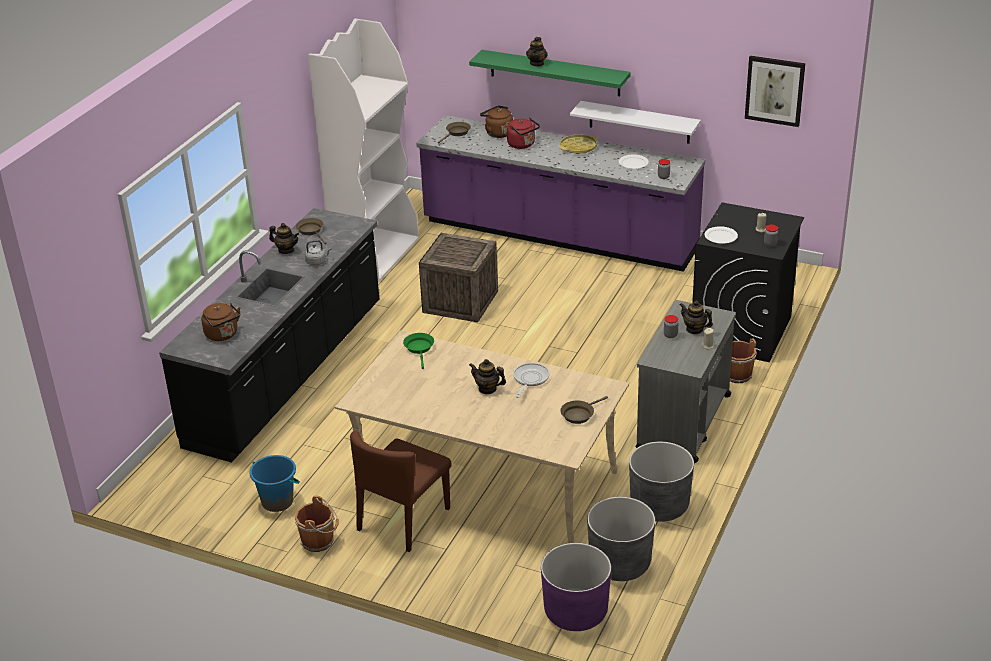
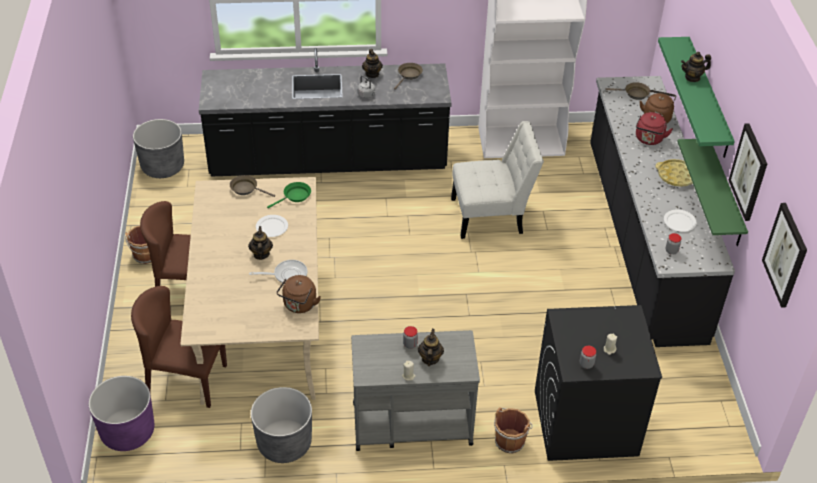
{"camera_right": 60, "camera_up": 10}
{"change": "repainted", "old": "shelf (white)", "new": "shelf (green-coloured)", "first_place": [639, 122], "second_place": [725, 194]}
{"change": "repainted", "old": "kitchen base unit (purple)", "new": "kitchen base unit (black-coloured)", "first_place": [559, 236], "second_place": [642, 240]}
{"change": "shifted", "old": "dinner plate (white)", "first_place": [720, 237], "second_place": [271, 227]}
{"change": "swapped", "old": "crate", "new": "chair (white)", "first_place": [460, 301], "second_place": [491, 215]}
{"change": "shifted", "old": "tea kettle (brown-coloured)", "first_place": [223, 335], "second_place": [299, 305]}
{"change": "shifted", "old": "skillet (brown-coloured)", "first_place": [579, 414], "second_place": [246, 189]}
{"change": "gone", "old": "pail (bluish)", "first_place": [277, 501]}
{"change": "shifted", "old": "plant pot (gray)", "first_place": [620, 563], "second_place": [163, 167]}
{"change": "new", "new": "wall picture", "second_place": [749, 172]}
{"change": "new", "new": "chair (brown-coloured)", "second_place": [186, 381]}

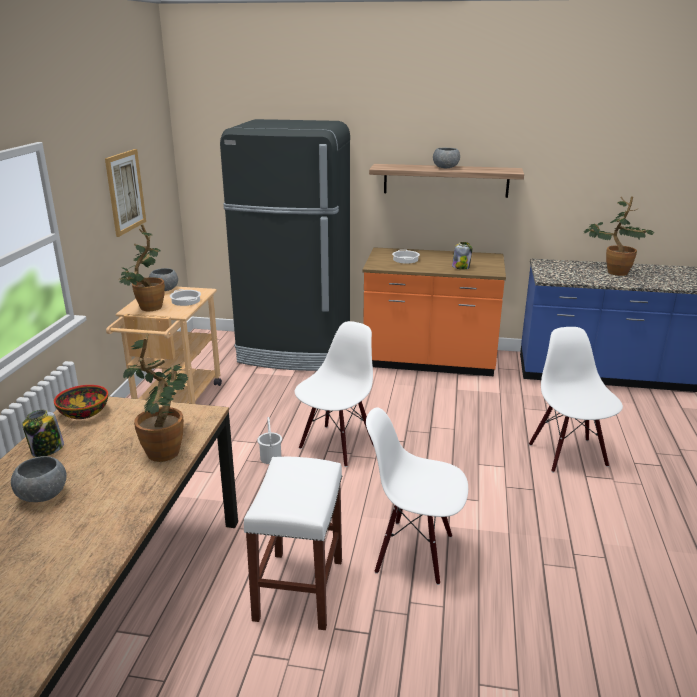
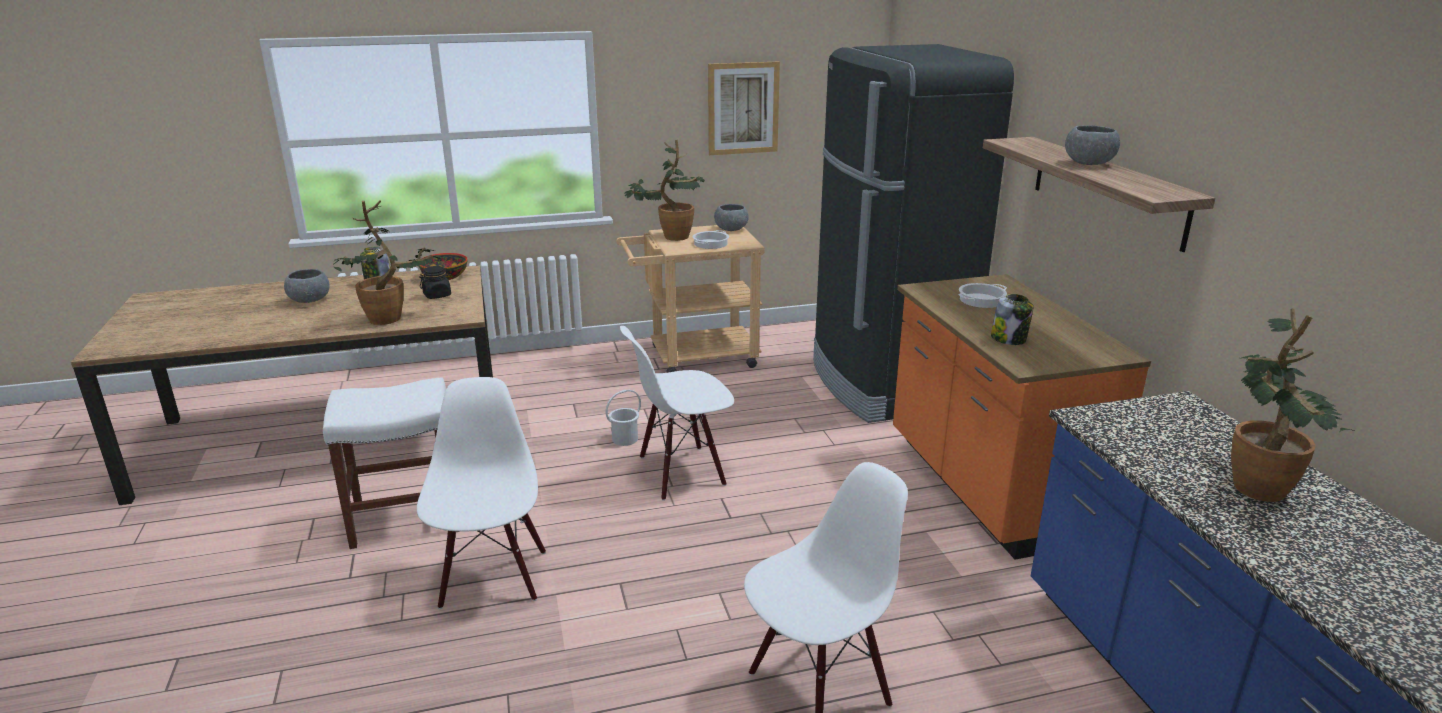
{"camera_right": 65, "camera_up": 0}
{"change": "rotated", "old": "chair (white)", "first_place": [336, 446], "second_place": [681, 472], "degrees": 150}
{"change": "new", "new": "storage jar (black-coloured)", "second_place": [437, 295]}

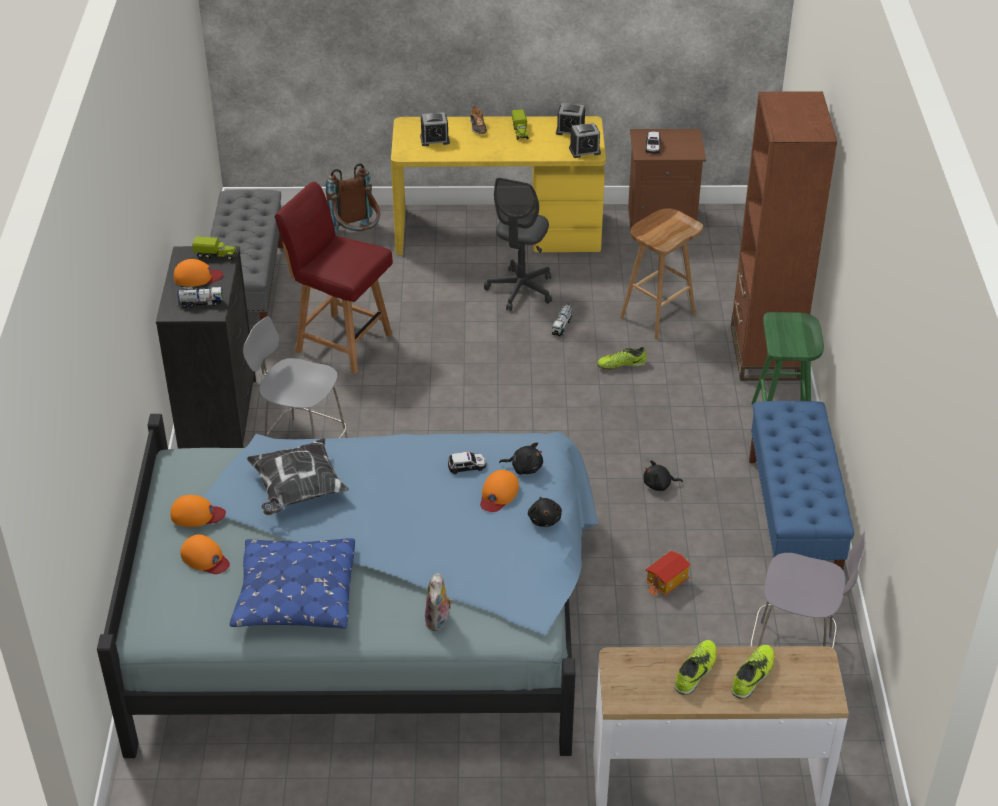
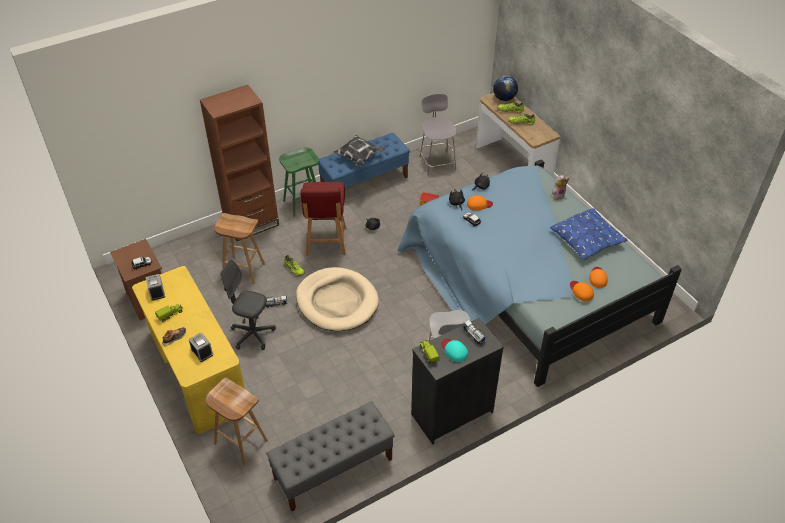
{"camera_right": -120, "camera_up": 5}
{"change": "gone", "old": "alarm clock", "first_place": [584, 151]}
{"change": "swapped", "old": "backpack (brown-coloured)", "new": "sitting stool (brown-coloured)", "first_place": [357, 236], "second_place": [240, 442]}
{"change": "rotated", "old": "office chair (gray)", "first_place": [520, 290], "second_place": [252, 334], "degrees": -150}
{"change": "shifted", "old": "chair (red)", "first_place": [342, 342], "second_place": [326, 242]}
{"change": "repainted", "old": "peaked cap (orange)", "new": "peaked cap (blue-green)", "first_place": [197, 277], "second_place": [454, 350]}
{"change": "shifted", "old": "throw pillow", "first_place": [297, 490], "second_place": [359, 157]}
{"change": "new", "new": "desk globe", "second_place": [504, 98]}
{"change": "new", "new": "pet bed (sand-coloured)", "second_place": [337, 302]}

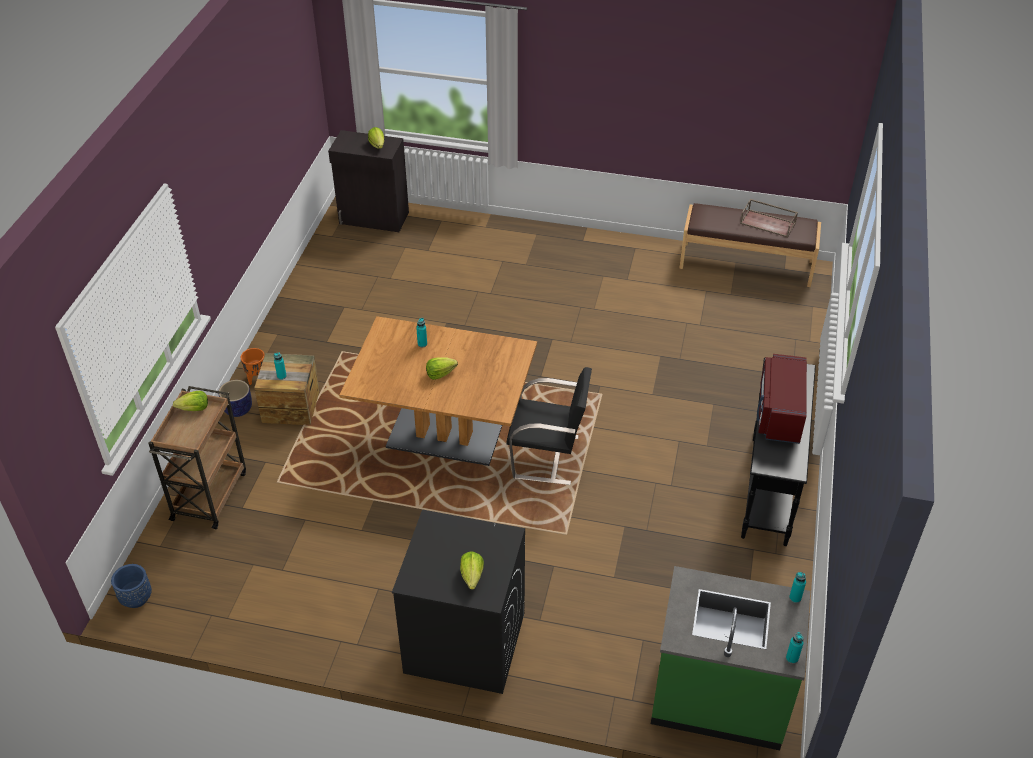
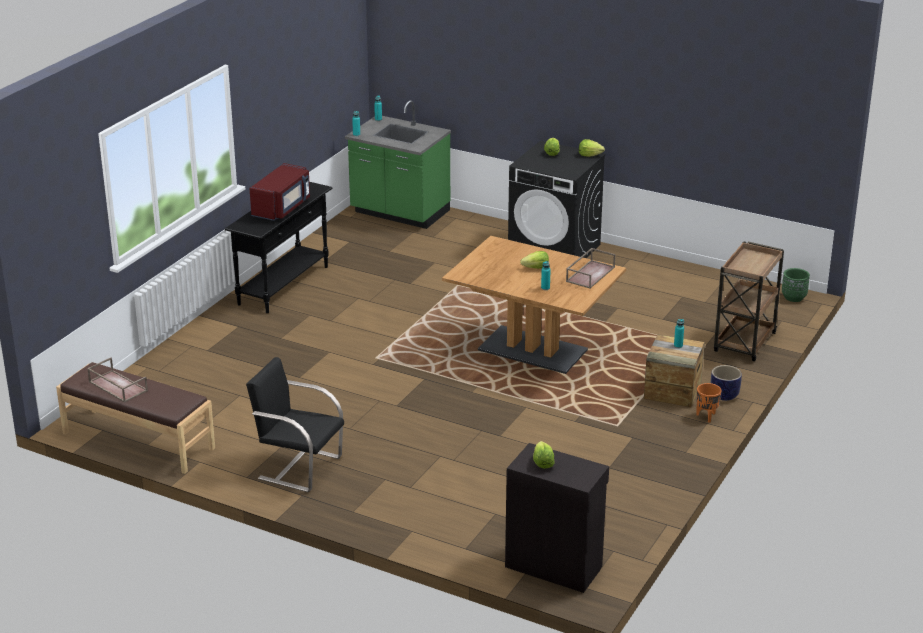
{"camera_right": -165, "camera_up": -15}
{"change": "shifted", "old": "chair (black-coloured)", "first_place": [547, 457], "second_place": [299, 467]}
{"change": "shifted", "old": "lettuce head", "first_place": [194, 409], "second_place": [589, 155]}
{"change": "repainted", "old": "plant pot (bluish)", "new": "plant pot (green-coloured)", "first_place": [136, 598], "second_place": [794, 297]}
{"change": "new", "new": "carrying tray (brown-coloured)", "second_place": [590, 274]}

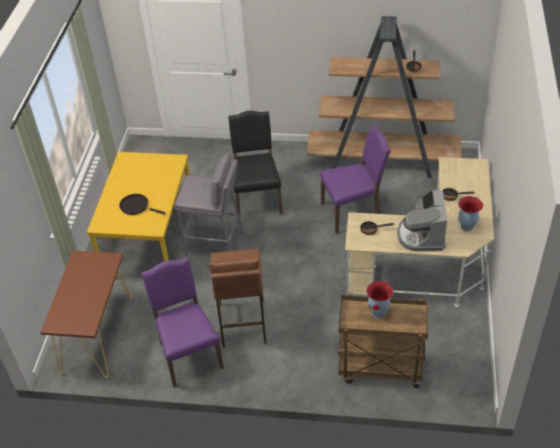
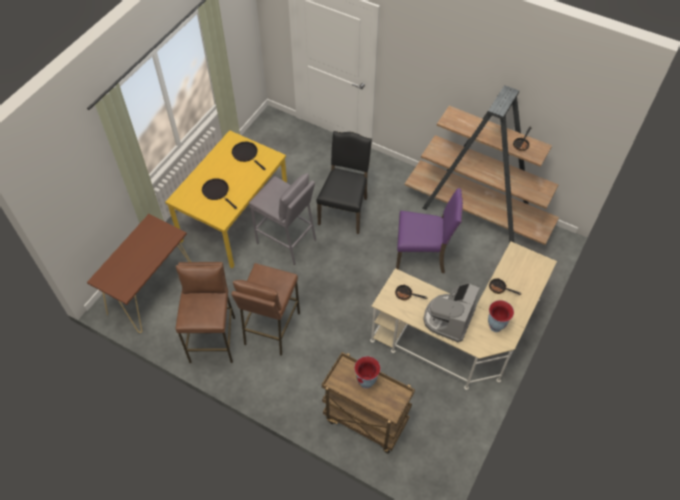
{"camera_right": 20, "camera_up": 10}
{"change": "swapped", "old": "chair (purple)", "new": "sitting stool (brown-coloured)", "first_place": [189, 354], "second_place": [213, 339]}
{"change": "new", "new": "skillet (black-coloured)", "second_place": [246, 154]}

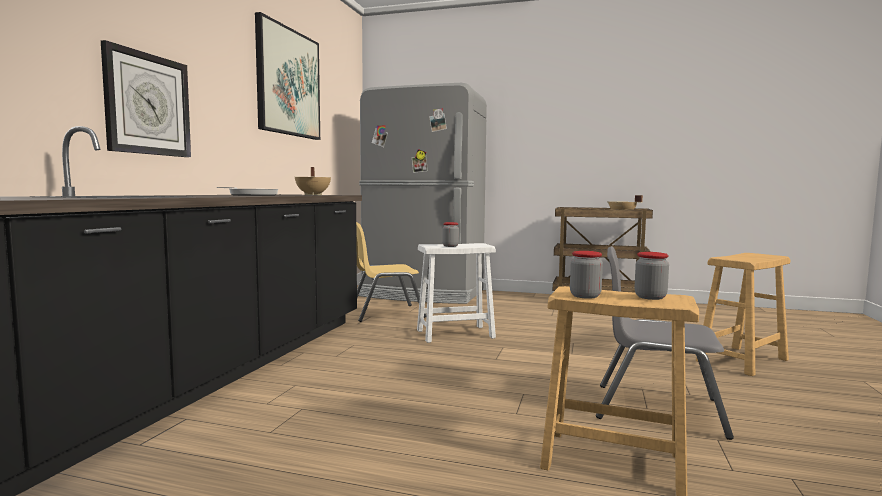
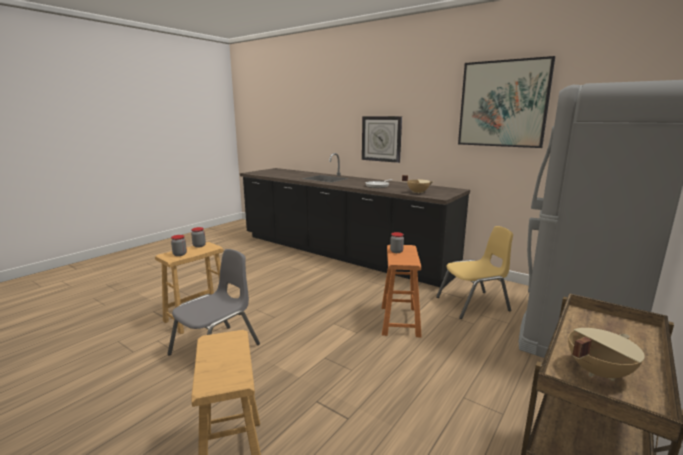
{"camera_right": 110, "camera_up": 10}
{"change": "rotated", "old": "chair (yellow)", "first_place": [386, 313], "second_place": [473, 304], "degrees": 75}
{"change": "repainted", "old": "sitting stool (white)", "new": "sitting stool (orange)", "first_place": [455, 334], "second_place": [400, 321]}

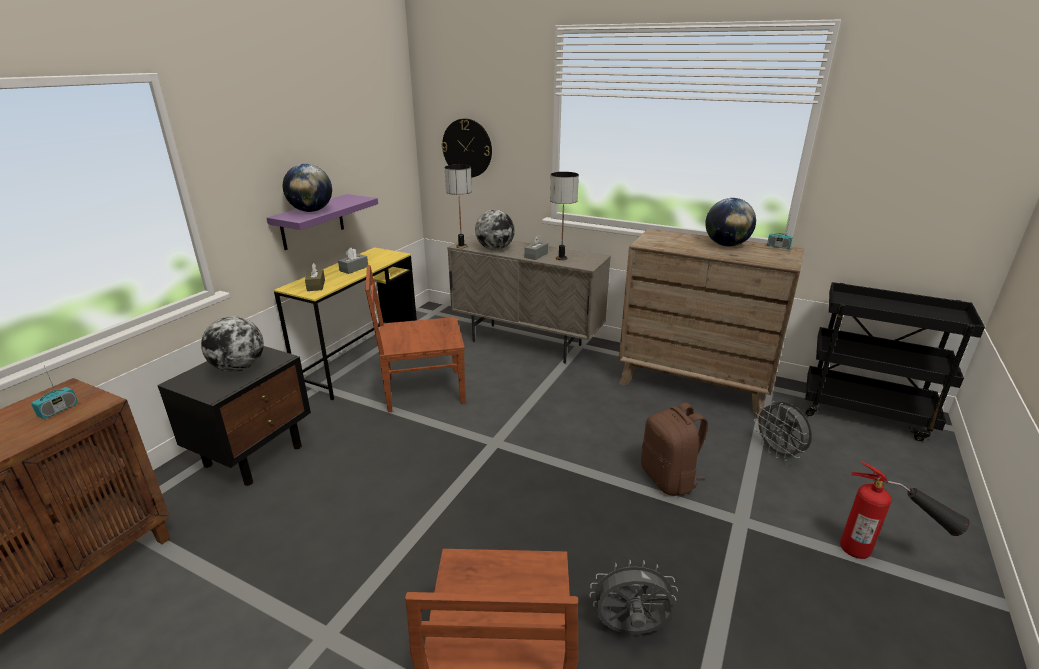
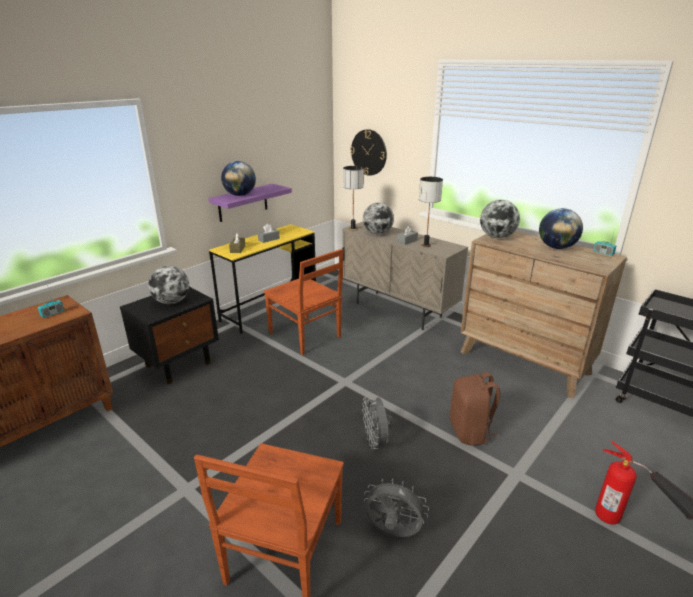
{"camera_right": 15, "camera_up": 0}
{"change": "rotated", "old": "chair (brown-coloured)", "first_place": [422, 390], "second_place": [305, 335], "degrees": -135}
{"change": "shifted", "old": "electric fan (gray)", "first_place": [778, 453], "second_place": [376, 441]}
{"change": "new", "new": "desk globe", "second_place": [497, 237]}

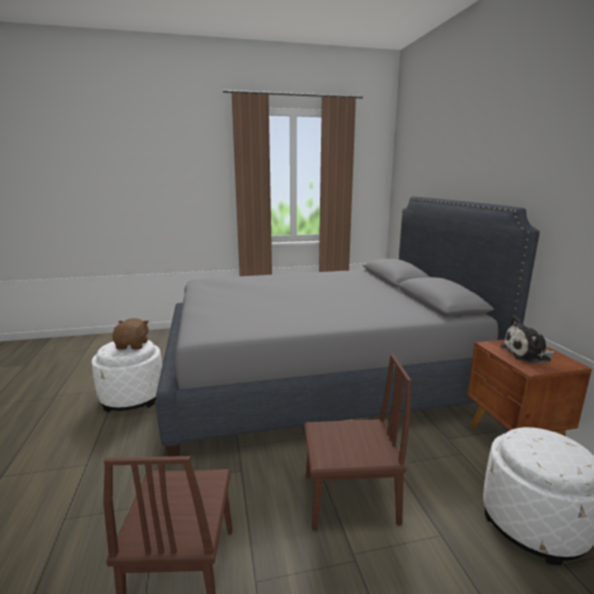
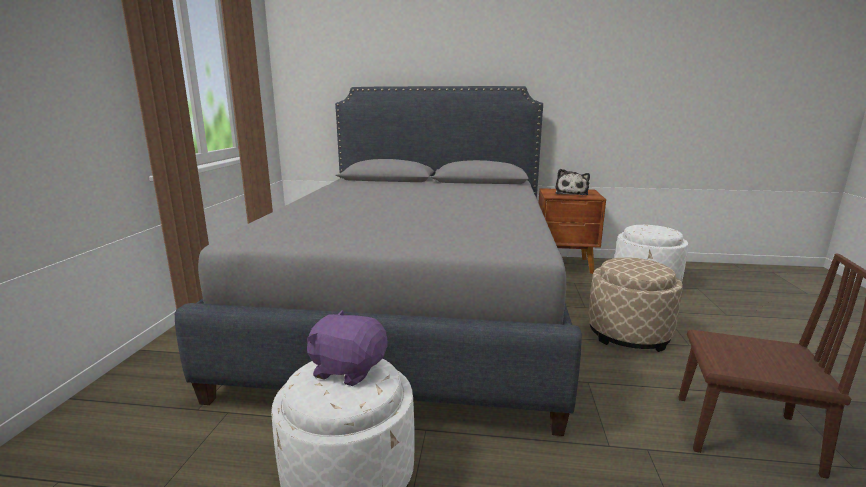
{"camera_right": -70, "camera_up": 0}
{"change": "repainted", "old": "cuddly toy (brown-coloured)", "new": "cuddly toy (purple)", "first_place": [133, 345], "second_place": [348, 369]}
{"change": "swapped", "old": "chair (brown-coloured)", "new": "pouffe (sand-coloured)", "first_place": [350, 499], "second_place": [628, 333]}

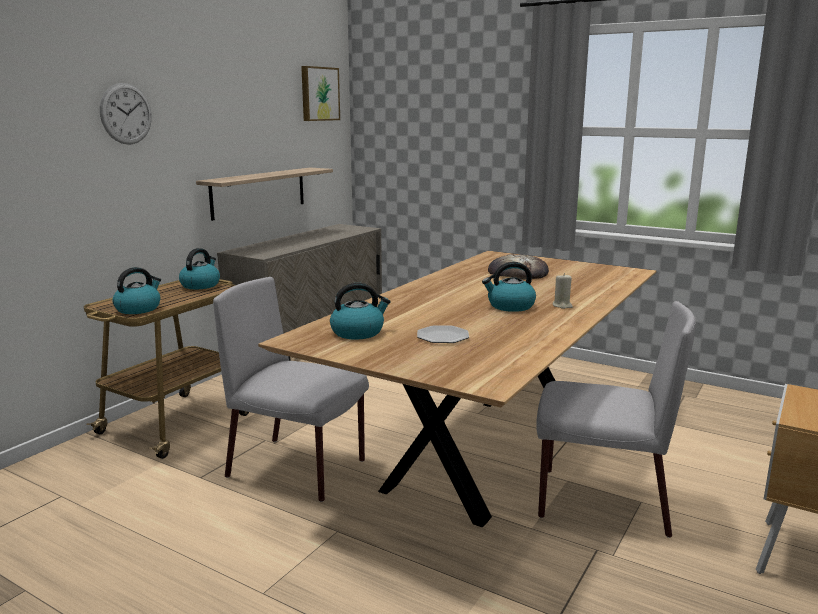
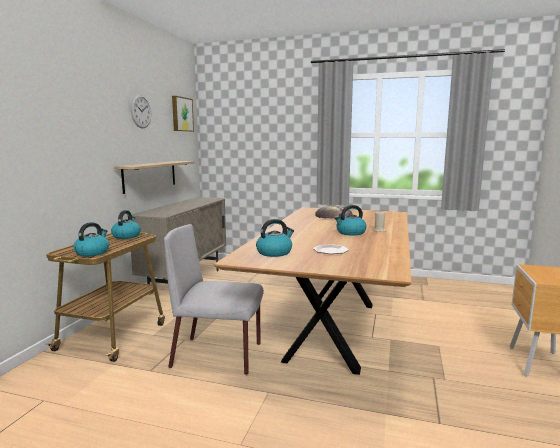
{"camera_right": -15, "camera_up": -5}
{"change": "shifted", "old": "wall clock", "first_place": [126, 114], "second_place": [141, 111]}
{"change": "gone", "old": "chair (gray)", "first_place": [600, 501]}

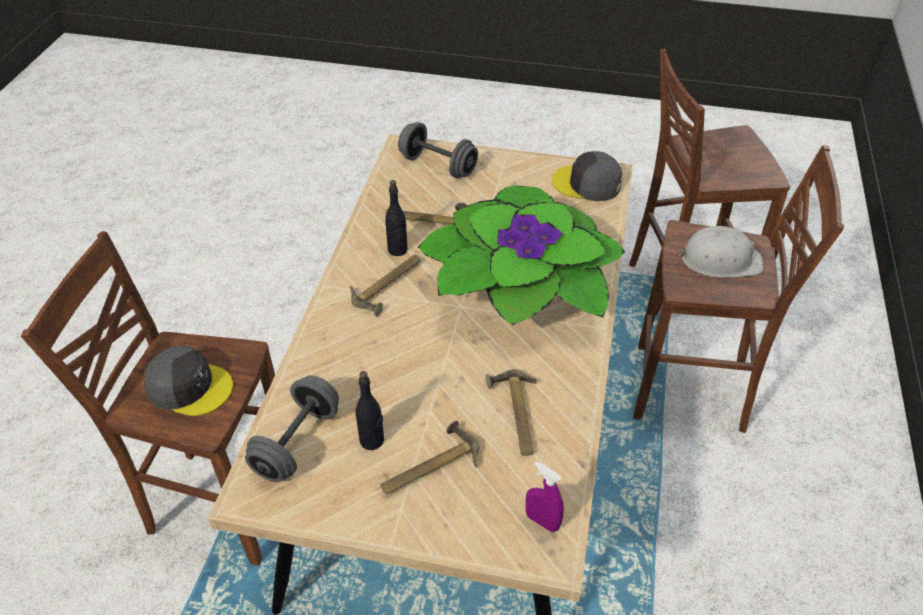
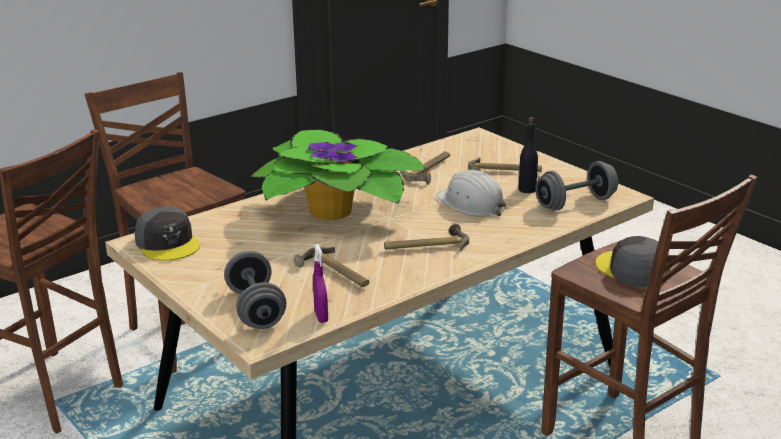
{"camera_right": -140, "camera_up": -20}
{"change": "gone", "old": "drink bottle (black-coloured)", "first_place": [397, 250]}
{"change": "shifted", "old": "hard hat (white)", "first_place": [719, 260], "second_place": [471, 203]}
{"change": "shifted", "old": "spray bottle (purple)", "first_place": [542, 521], "second_place": [321, 316]}

